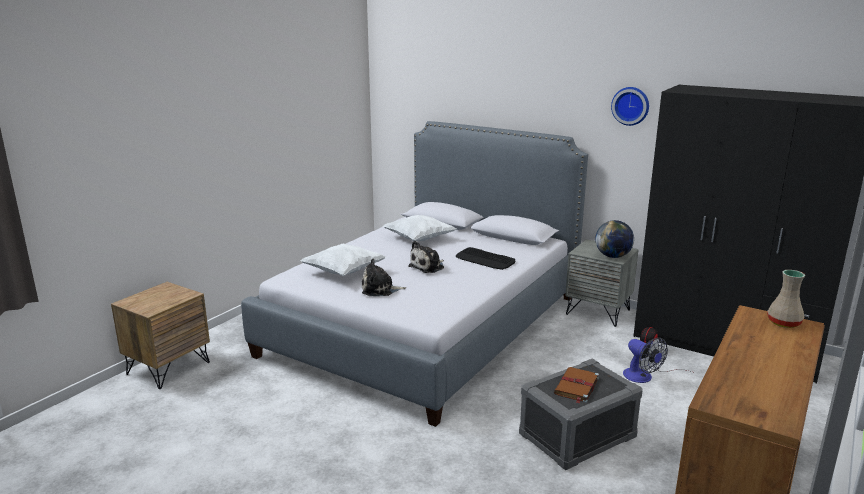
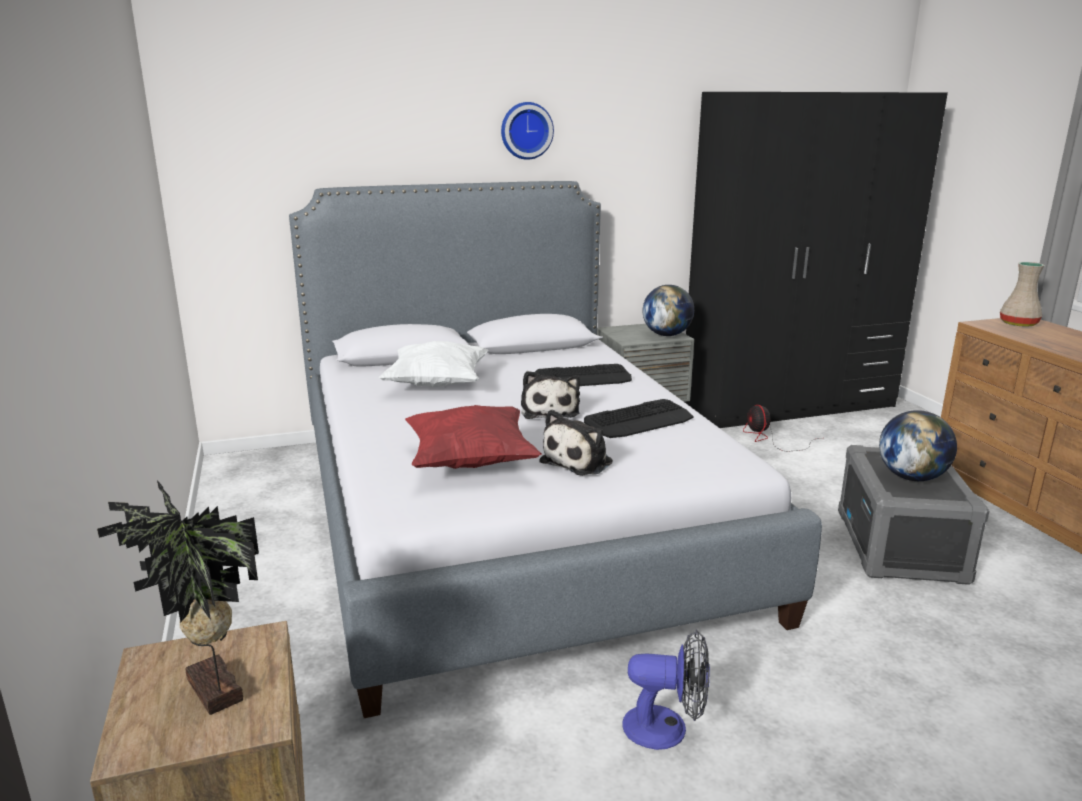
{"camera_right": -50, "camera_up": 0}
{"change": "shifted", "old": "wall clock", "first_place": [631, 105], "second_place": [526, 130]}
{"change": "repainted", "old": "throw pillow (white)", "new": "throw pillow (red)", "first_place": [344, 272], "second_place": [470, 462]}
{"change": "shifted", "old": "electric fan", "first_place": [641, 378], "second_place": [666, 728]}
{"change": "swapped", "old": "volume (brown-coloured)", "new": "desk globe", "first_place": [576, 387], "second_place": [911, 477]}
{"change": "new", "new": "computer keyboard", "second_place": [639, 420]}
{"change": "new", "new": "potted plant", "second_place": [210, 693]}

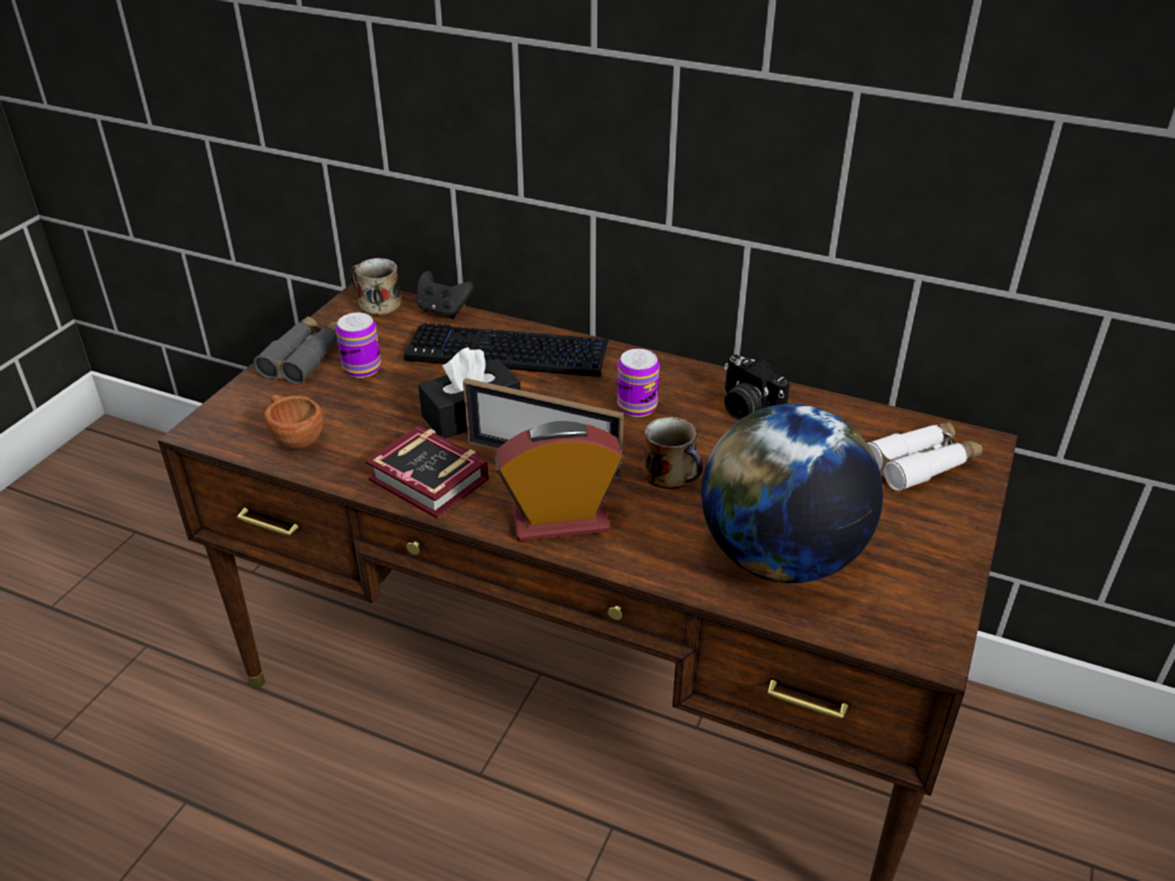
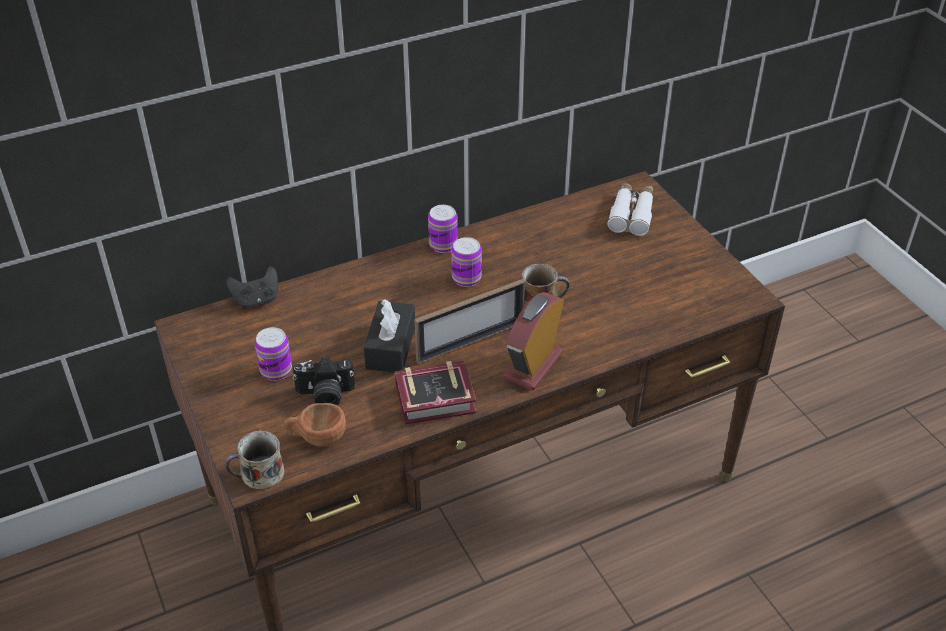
{"camera_right": -50, "camera_up": 5}
{"change": "shifted", "old": "mug", "first_place": [377, 304], "second_place": [260, 474]}
{"change": "gone", "old": "pair of binoculars (gray)", "first_place": [305, 357]}
{"change": "gone", "old": "computer keyboard", "first_place": [507, 352]}
{"change": "shifted", "old": "photo camera", "first_place": [746, 407], "second_place": [325, 396]}
{"change": "gone", "old": "desk globe", "first_place": [780, 558]}
{"change": "new", "new": "can", "second_place": [443, 245]}

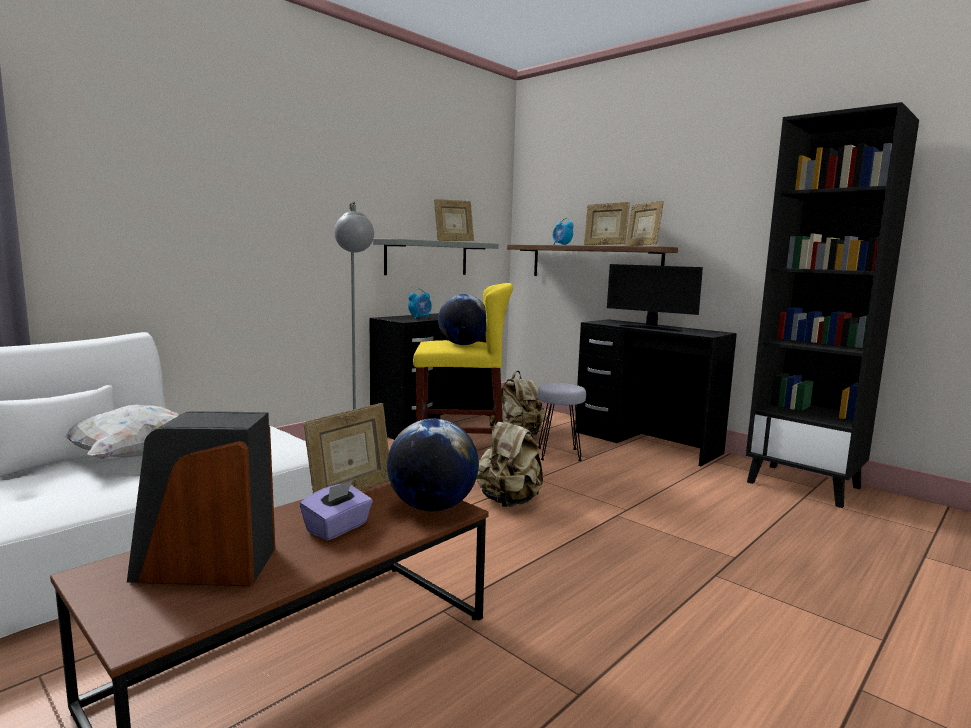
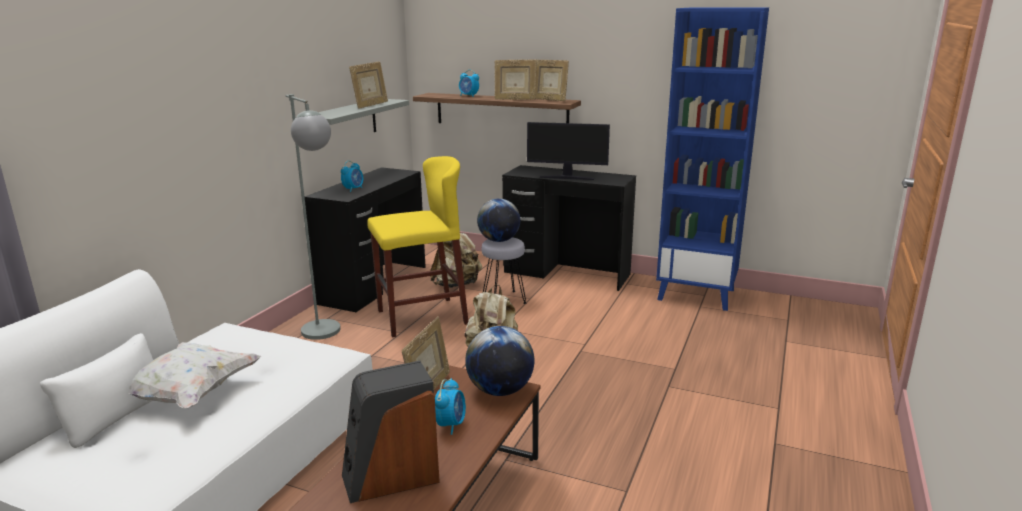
{"camera_right": -20, "camera_up": 10}
{"change": "repainted", "old": "shelving unit (black-coloured)", "new": "shelving unit (bluish)", "first_place": [804, 485], "second_place": [697, 294]}
{"change": "shifted", "old": "desk globe", "first_place": [463, 345], "second_place": [499, 240]}
{"change": "swapped", "old": "tissue box (purple)", "new": "alarm clock", "first_place": [337, 528], "second_place": [451, 424]}

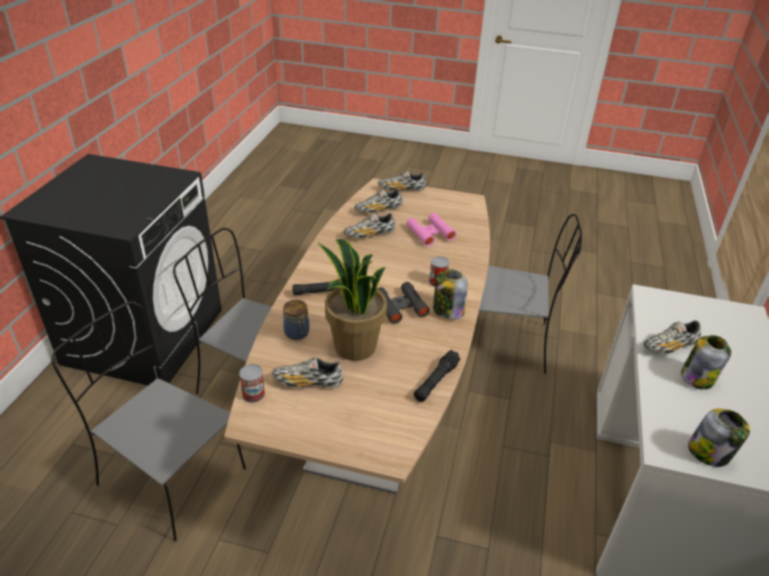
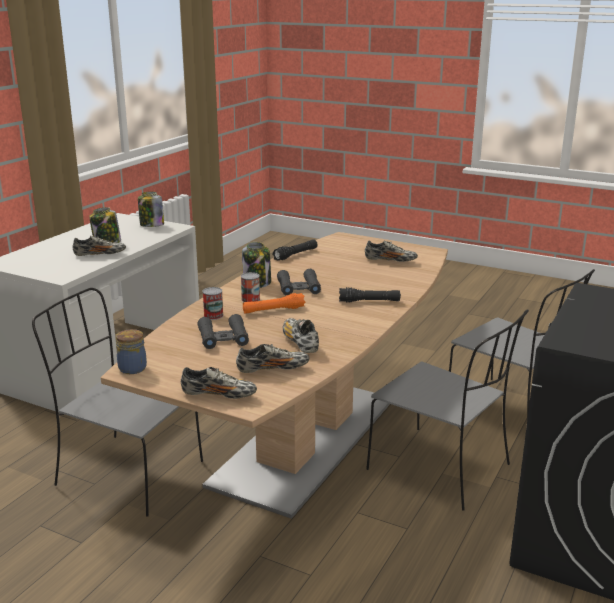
{"camera_right": -165, "camera_up": -15}
{"change": "rotated", "old": "low shoe", "first_place": [369, 235], "second_place": [300, 342], "degrees": -105}
{"change": "repainted", "old": "pair of binoculars (pinkish)", "new": "pair of binoculars (black-coloured)", "first_place": [430, 233], "second_place": [223, 338]}
{"change": "gone", "old": "potted plant", "first_place": [354, 347]}
{"change": "shifted", "old": "storage jar", "first_place": [297, 333], "second_place": [132, 368]}
{"change": "shifted", "old": "can", "first_place": [253, 394], "second_place": [213, 315]}
{"change": "new", "new": "hand torch (orange)", "second_place": [273, 310]}

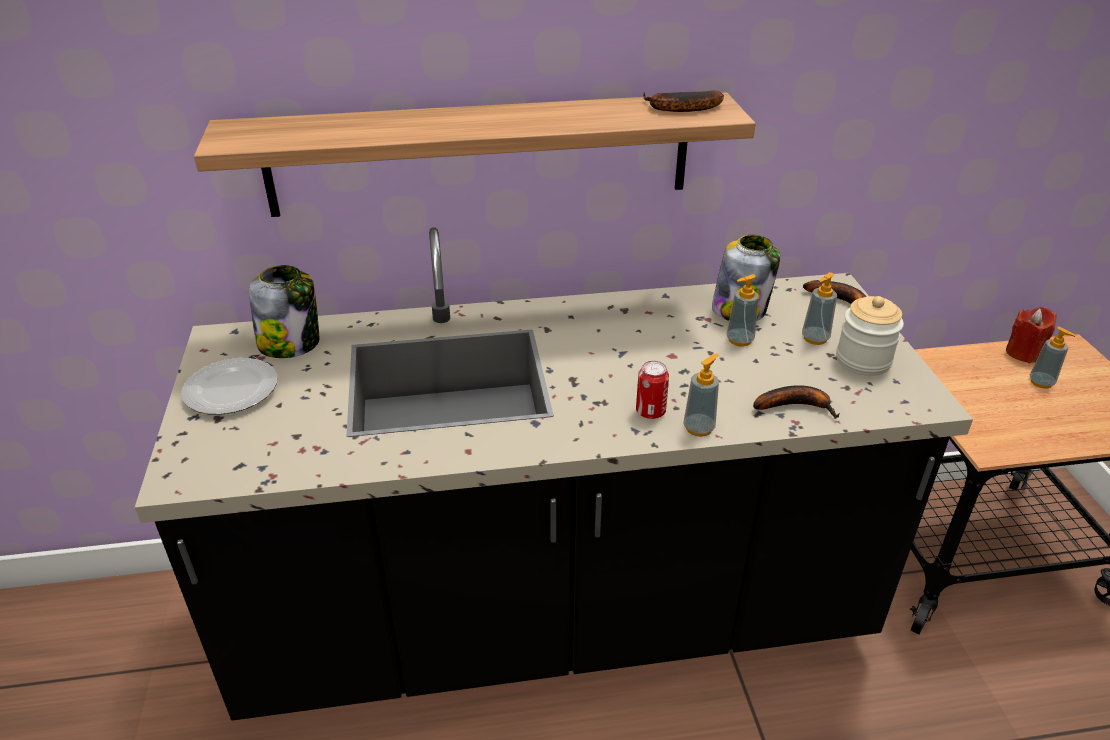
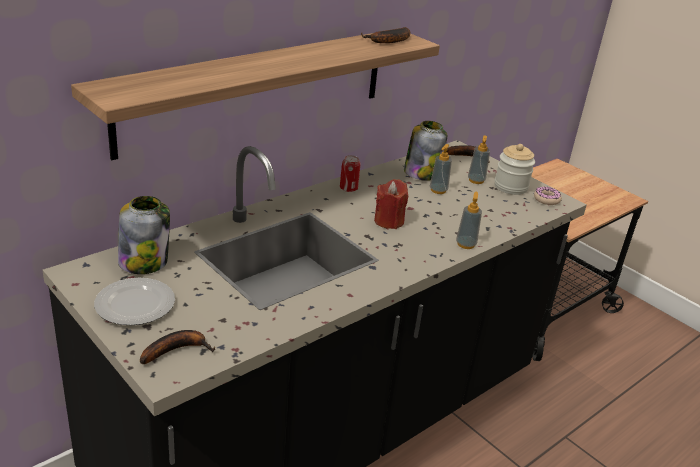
{"camera_right": -35, "camera_up": -5}
{"change": "shifted", "old": "wax candle (red)", "first_place": [1024, 353], "second_place": [389, 221]}
{"change": "gone", "old": "soap bottle", "first_place": [1041, 382]}
{"change": "shifted", "old": "can", "first_place": [650, 411], "second_place": [348, 188]}
{"change": "shifted", "old": "banana fruit", "first_place": [796, 406], "second_place": [177, 350]}
{"change": "new", "new": "ring doughnut", "second_place": [546, 199]}

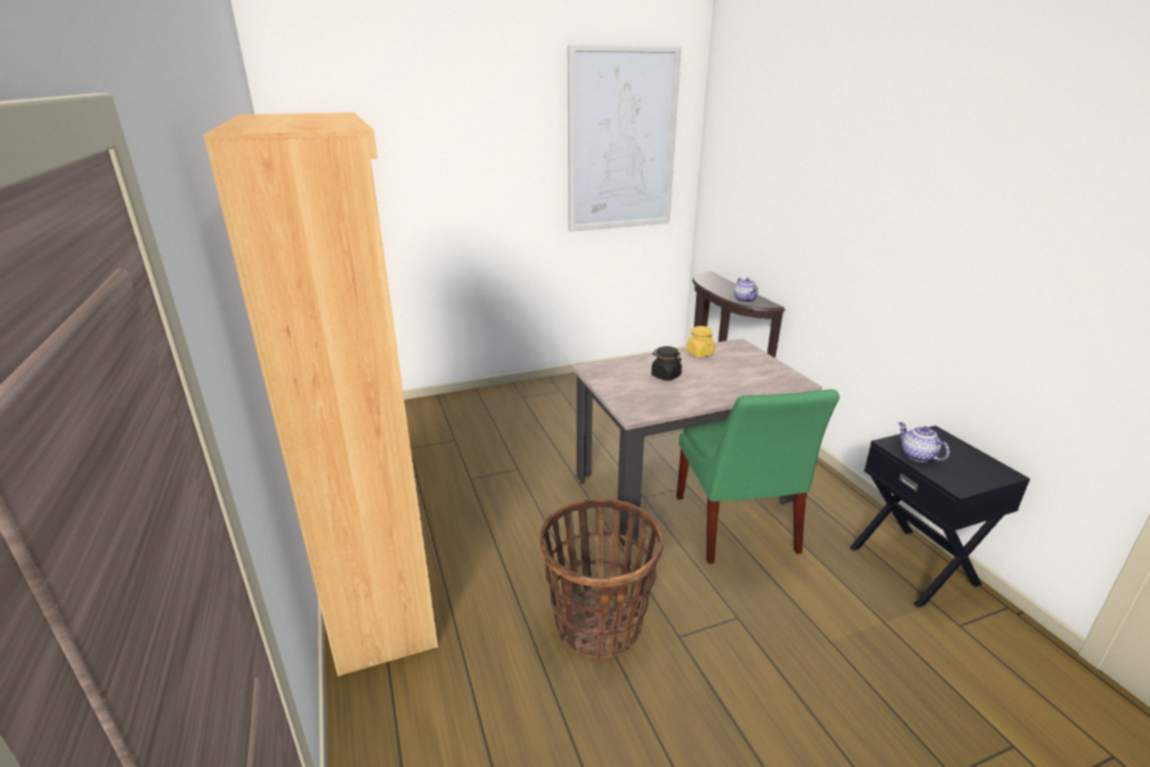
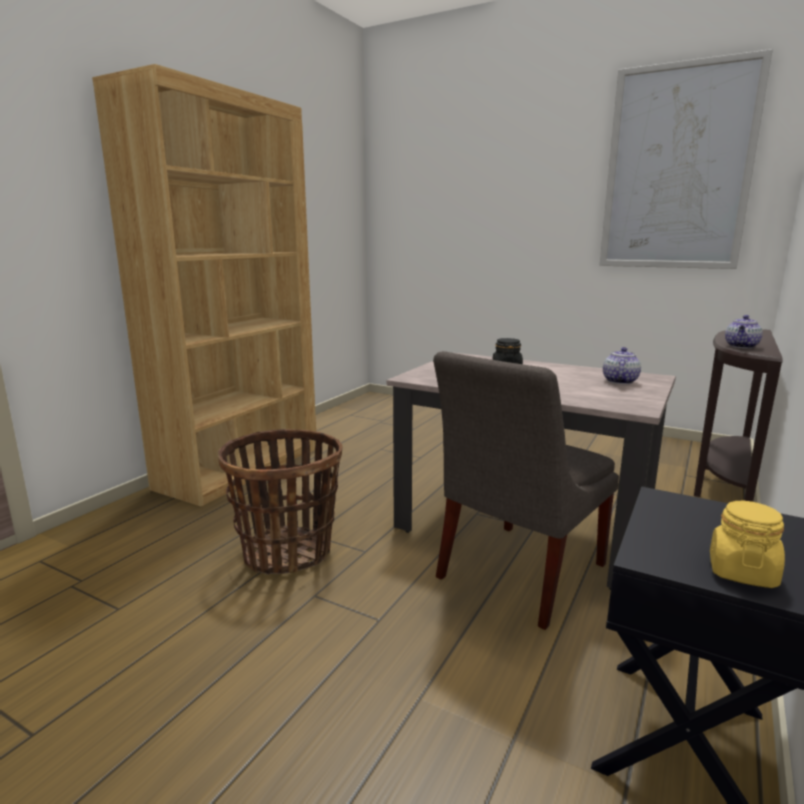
{"camera_right": 50, "camera_up": -10}
{"change": "shifted", "old": "storage jar (yellow)", "first_place": [699, 353], "second_place": [741, 571]}
{"change": "repainted", "old": "chair (green-coloured)", "new": "chair (gray)", "first_place": [736, 527], "second_place": [517, 574]}
{"change": "shifted", "old": "pot for tea", "first_place": [916, 455], "second_place": [619, 381]}

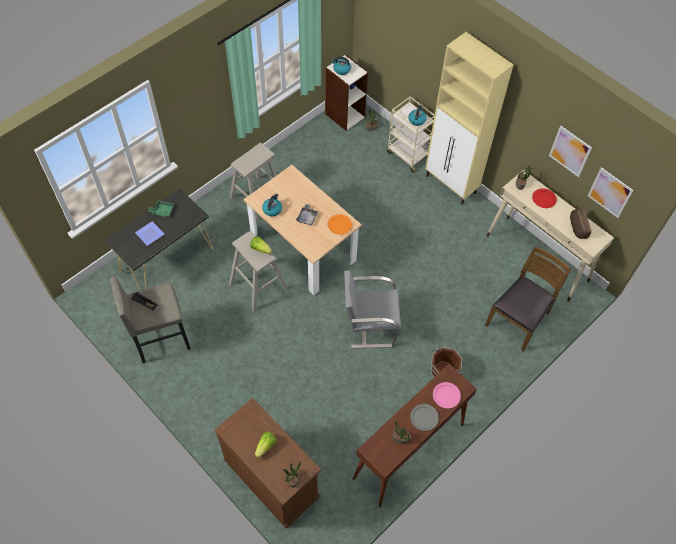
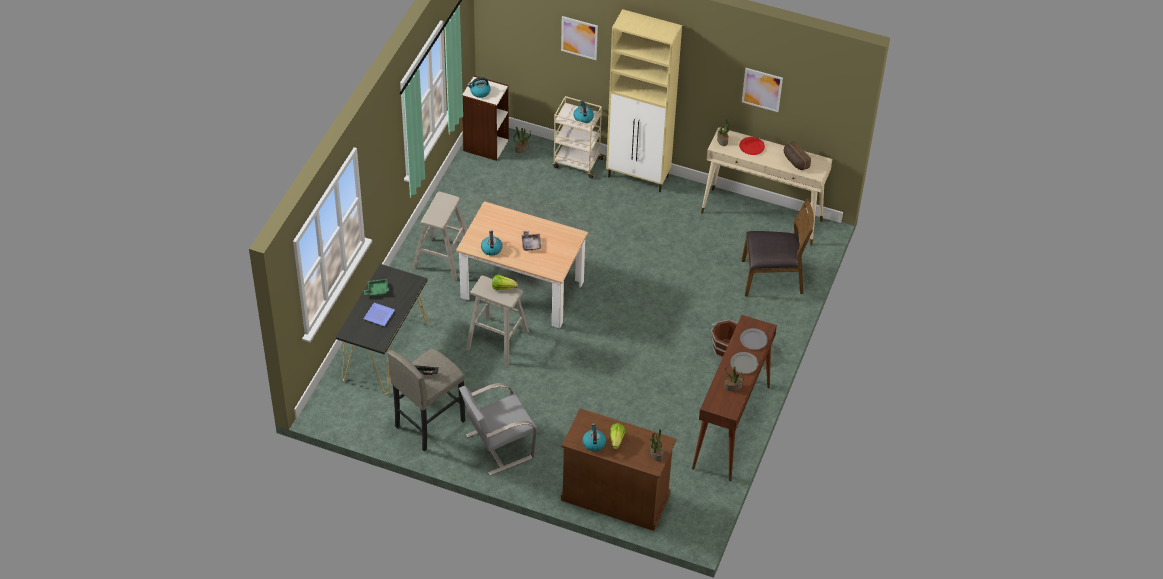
{"camera_right": -25, "camera_up": -10}
{"change": "shifted", "old": "wall picture", "first_place": [610, 192], "second_place": [579, 37]}
{"change": "gone", "old": "dinner plate (orange)", "first_place": [339, 225]}
{"change": "rotated", "old": "chair (brown-coloured)", "first_place": [518, 319], "second_place": [772, 278], "degrees": 75}
{"change": "shifted", "old": "chair (gray)", "first_place": [369, 325], "second_place": [498, 446]}
{"change": "repainted", "old": "dinner plate (pinkish)", "new": "dinner plate (gray)", "first_place": [446, 395], "second_place": [753, 340]}
{"change": "new", "new": "tea kettle", "second_place": [593, 443]}

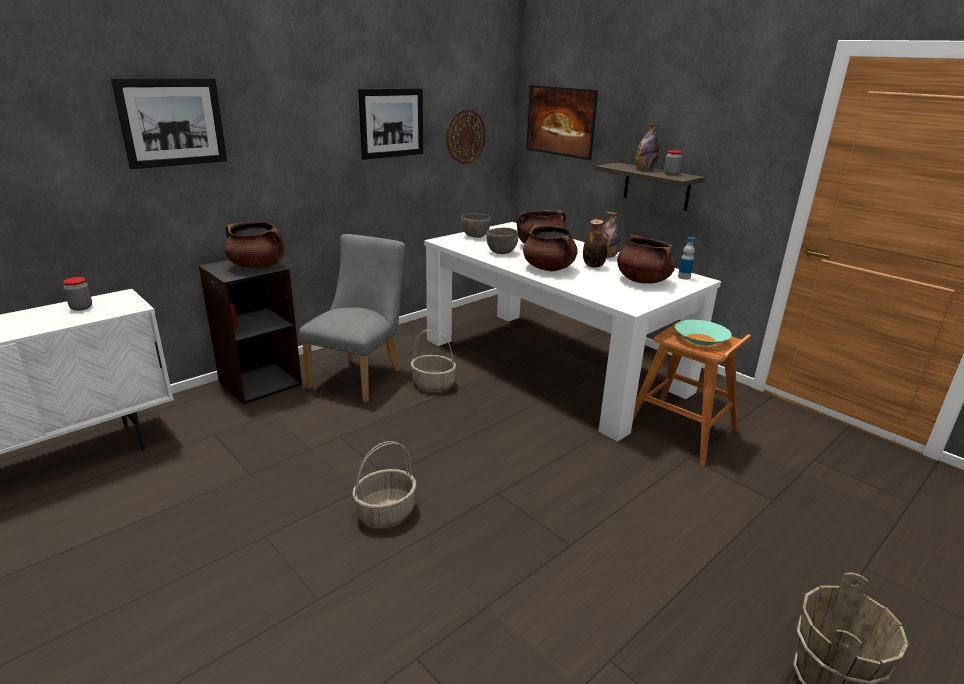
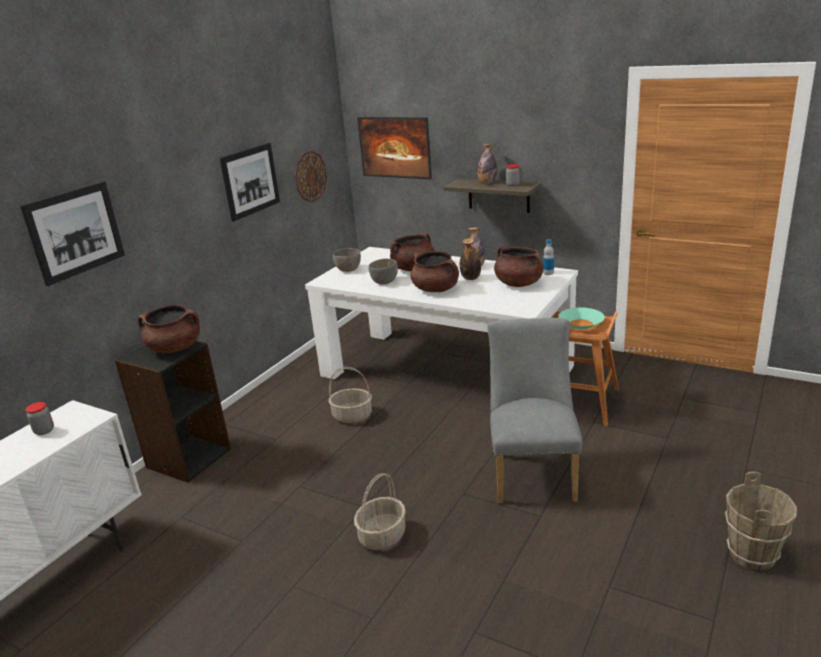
{"camera_right": -15, "camera_up": 0}
{"change": "shifted", "old": "chair (gray)", "first_place": [360, 376], "second_place": [532, 472]}

